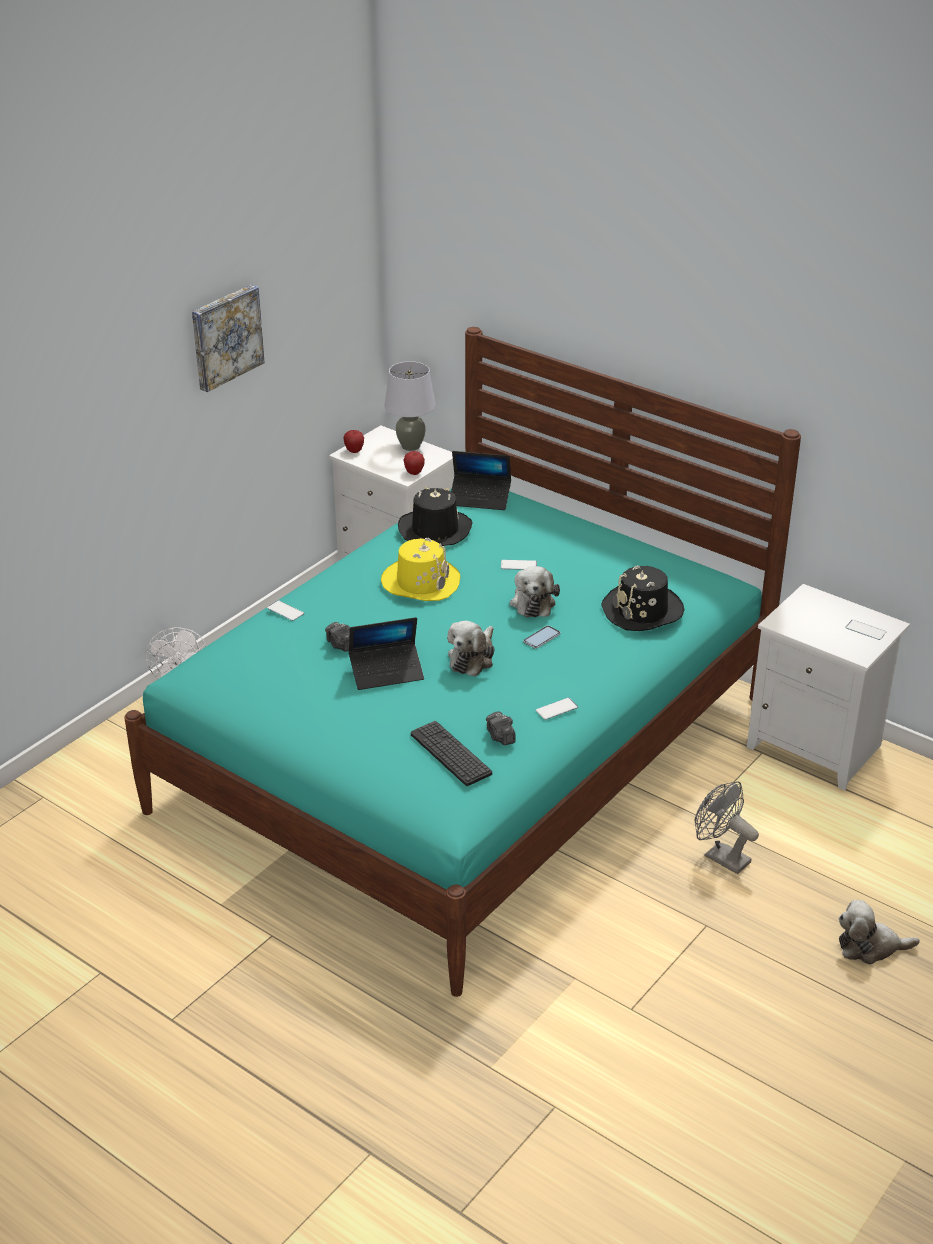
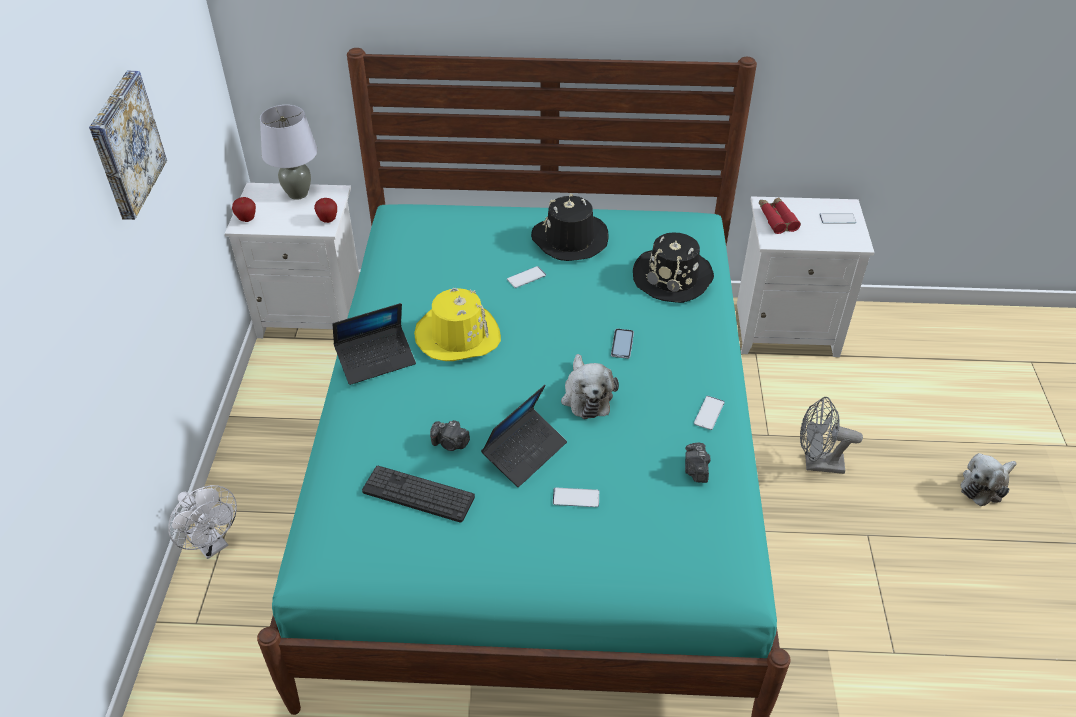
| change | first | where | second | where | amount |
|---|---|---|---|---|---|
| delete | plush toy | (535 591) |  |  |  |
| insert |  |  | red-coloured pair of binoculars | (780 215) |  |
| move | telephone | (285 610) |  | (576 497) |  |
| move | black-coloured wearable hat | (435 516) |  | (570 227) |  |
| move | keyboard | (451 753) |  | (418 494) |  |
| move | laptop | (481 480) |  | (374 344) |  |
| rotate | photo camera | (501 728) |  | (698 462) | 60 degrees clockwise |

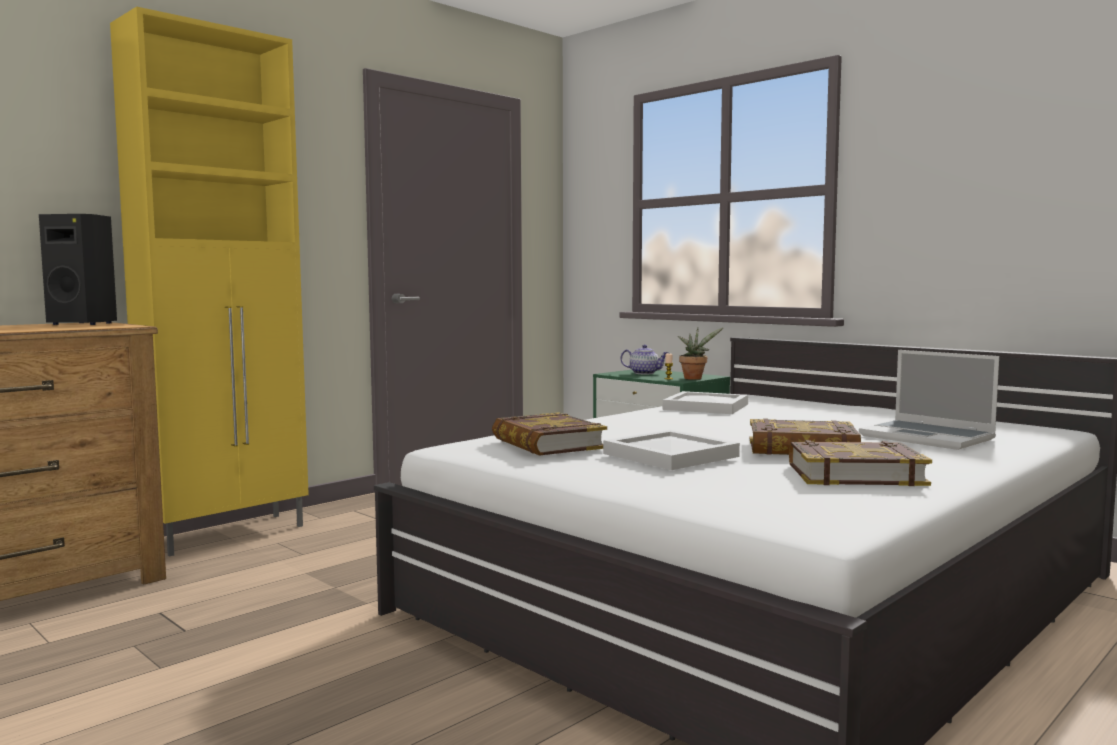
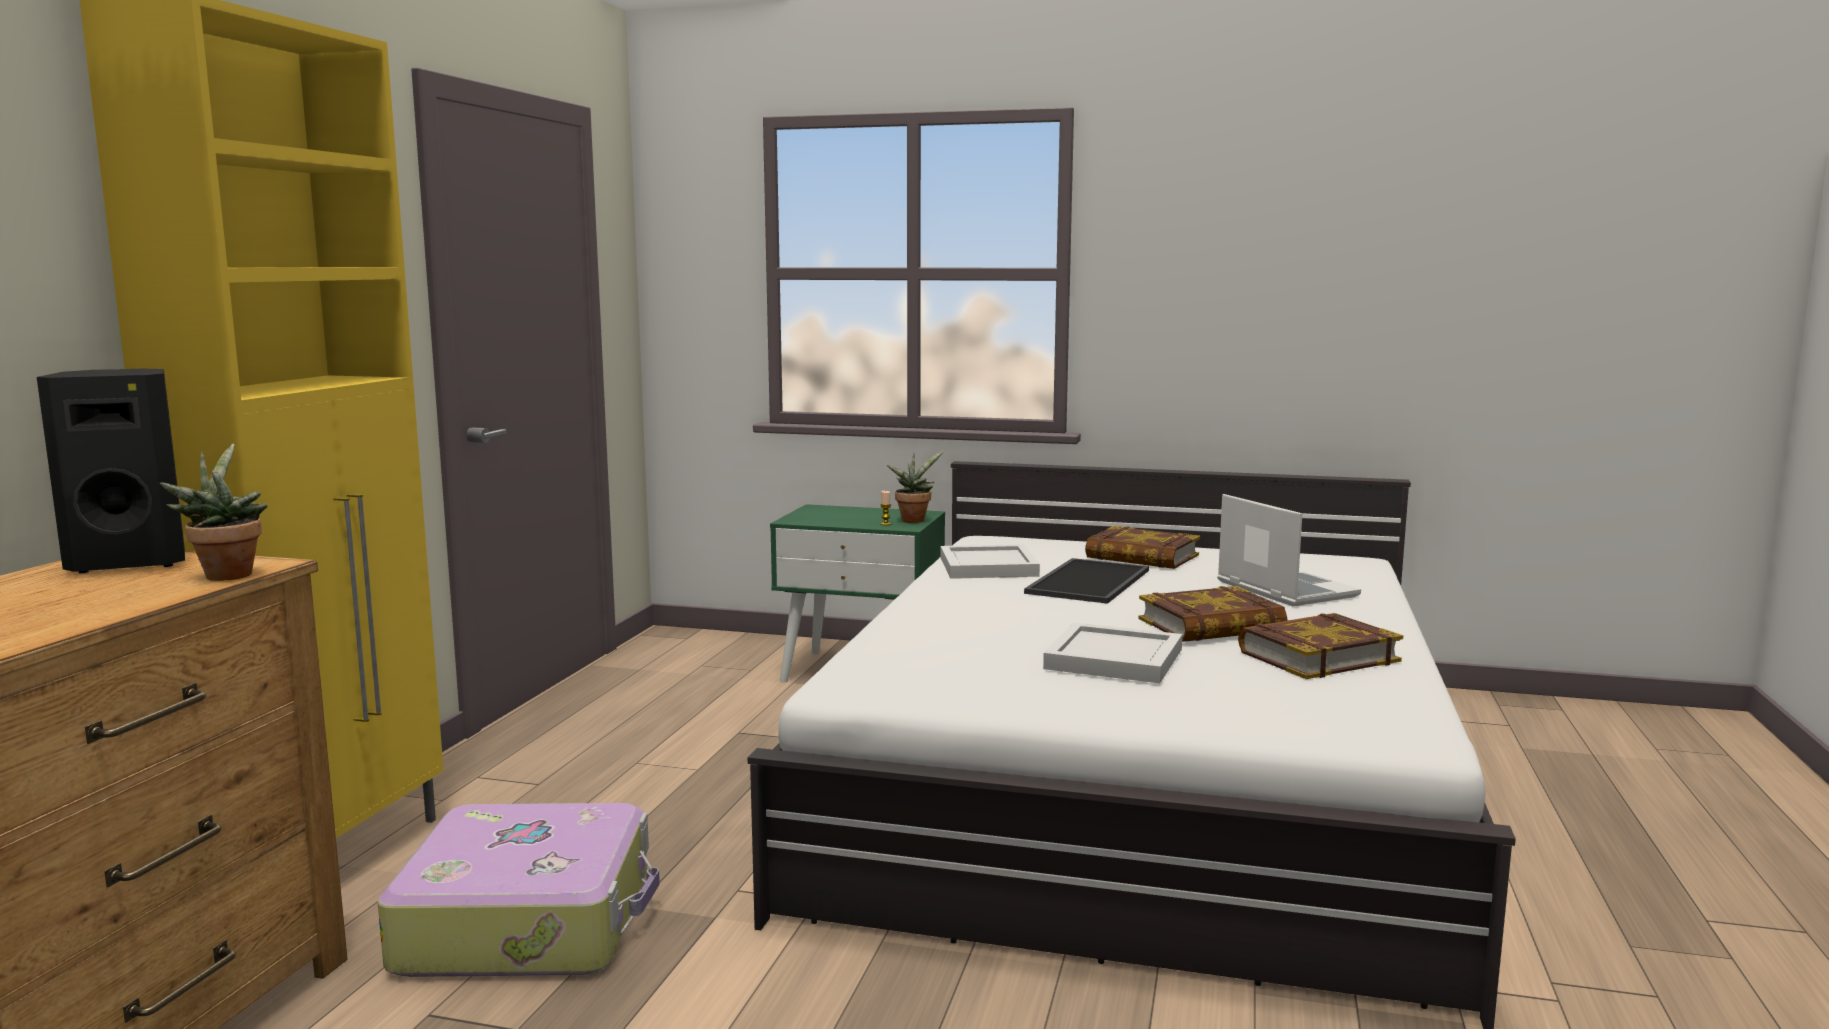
| change | first | where | second | where | amount |
|---|---|---|---|---|---|
| delete | pot for tea | (644 359) |  |  |  |
| insert |  |  | plant in a pot | (214 512) |  |
| insert |  |  | suitcase | (519 890) |  |
| insert |  |  | carrying tray | (1086 581) |  |
| move | book | (549 434) |  | (1142 547) |  |
| rotate | laptop | (929 400) |  | (1289 550) | 135 degrees counterclockwise |

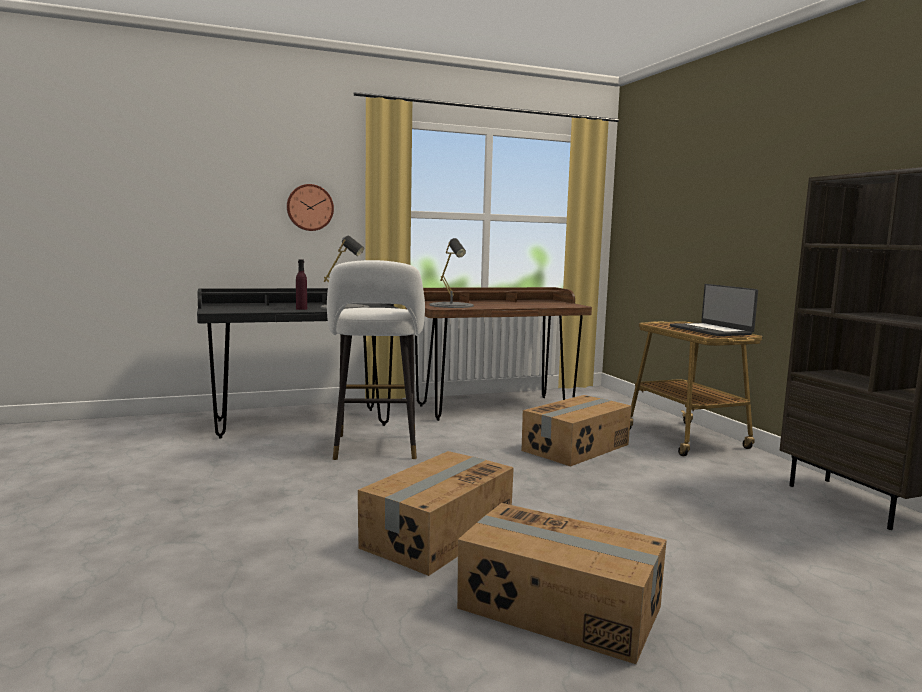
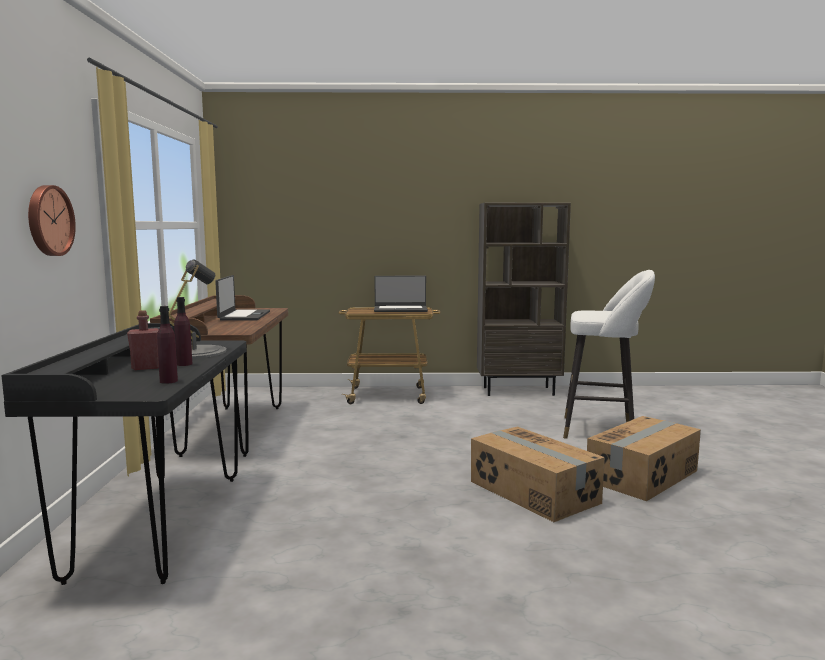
| change | first | where | second | where | amount |
|---|---|---|---|---|---|
| delete | greyish lamp for a table | (451 273) |  |  |  |
| delete | packing box | (576 431) |  |  |  |
| insert |  |  | red-coloured beverage bottle | (143 340) |  |
| insert |  |  | purplish beverage bottle | (167 345) |  |
| insert |  |  | laptop | (242 298) |  |
| move | white-coloured sitting stool | (376 360) |  | (609 354) |  |

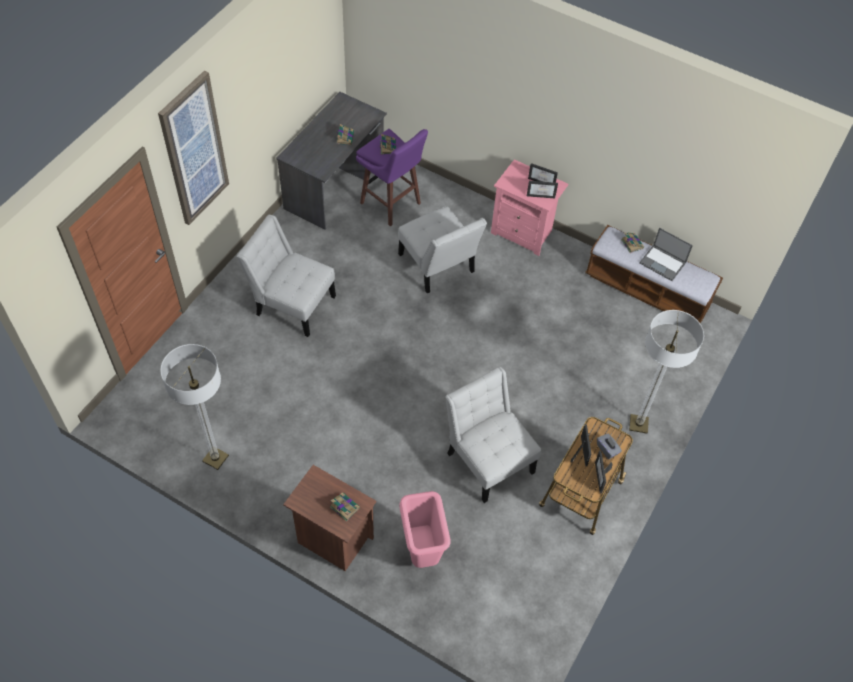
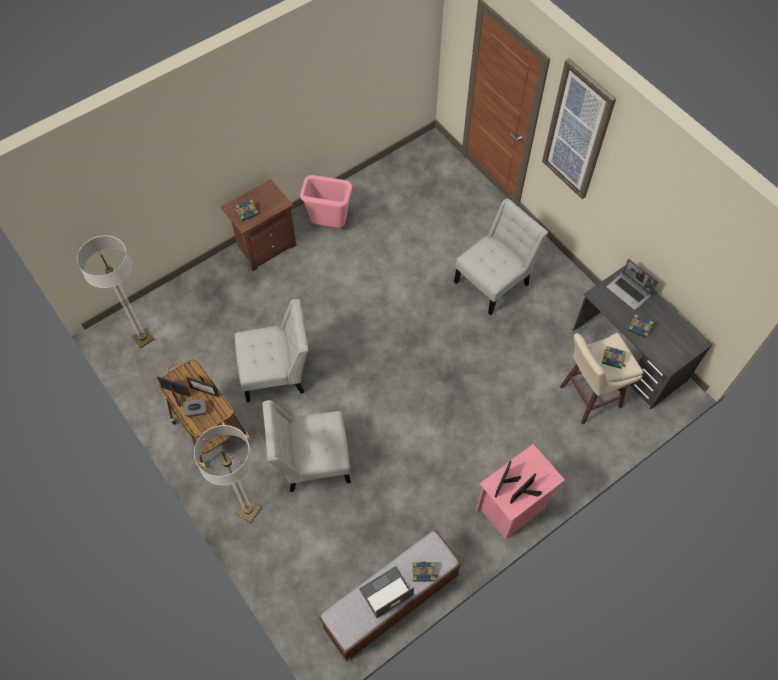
| change | first | where | second | where | amount |
|---|---|---|---|---|---|
| insert |  |  | laptop | (632 284) |  |
| move | standard lamp | (194 407) |  | (116 291) |  |
| move | white-coloured chair | (442 250) |  | (306 446) |  |
| move | pink-coloured trash can | (425 529) |  | (326 201) |  |
| recolor | purplish sitting stool | (392 178) | sand-coloured sitting stool | (601 378) |  |

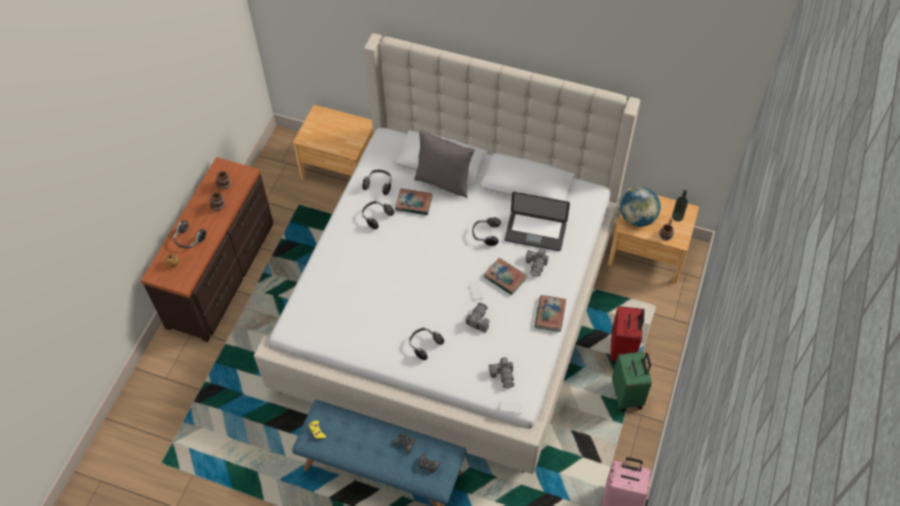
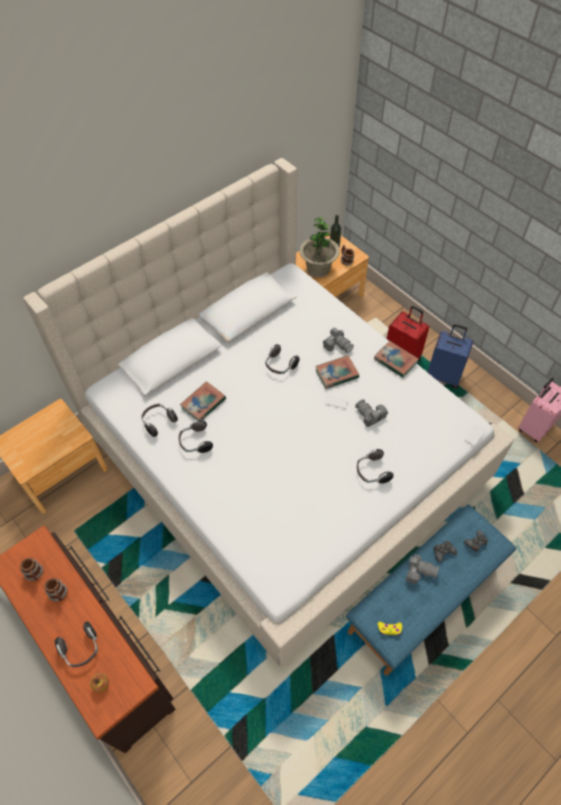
| change | first | where | second | where | amount |
|---|---|---|---|---|---|
| delete | greyish throw pillow | (444 164) |  |  |  |
| delete | laptop | (537 221) |  |  |  |
| move | photo camera | (501 372) |  | (422 569) |  |
| replace | world globe | (640 207) | plant in a pot | (320 247) |  |
| recolor | green suitcase | (632 381) | blue suitcase | (450 356) |  |

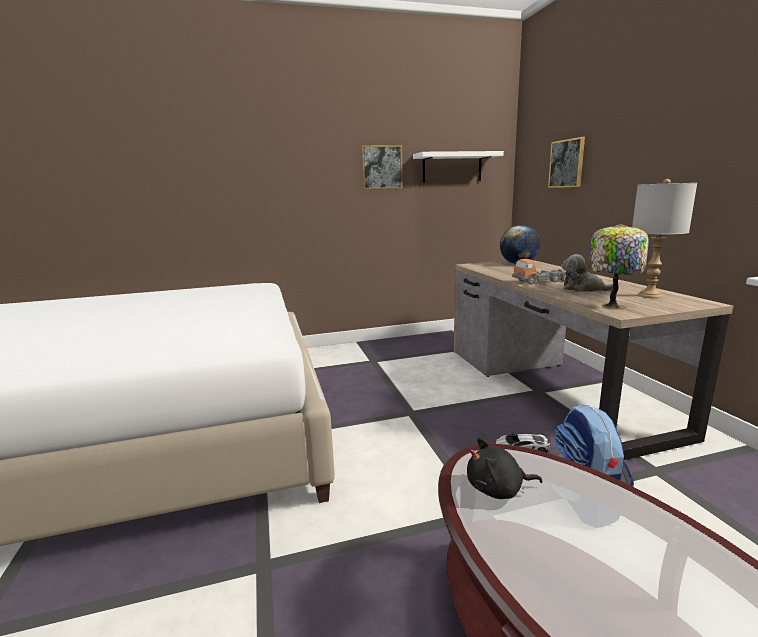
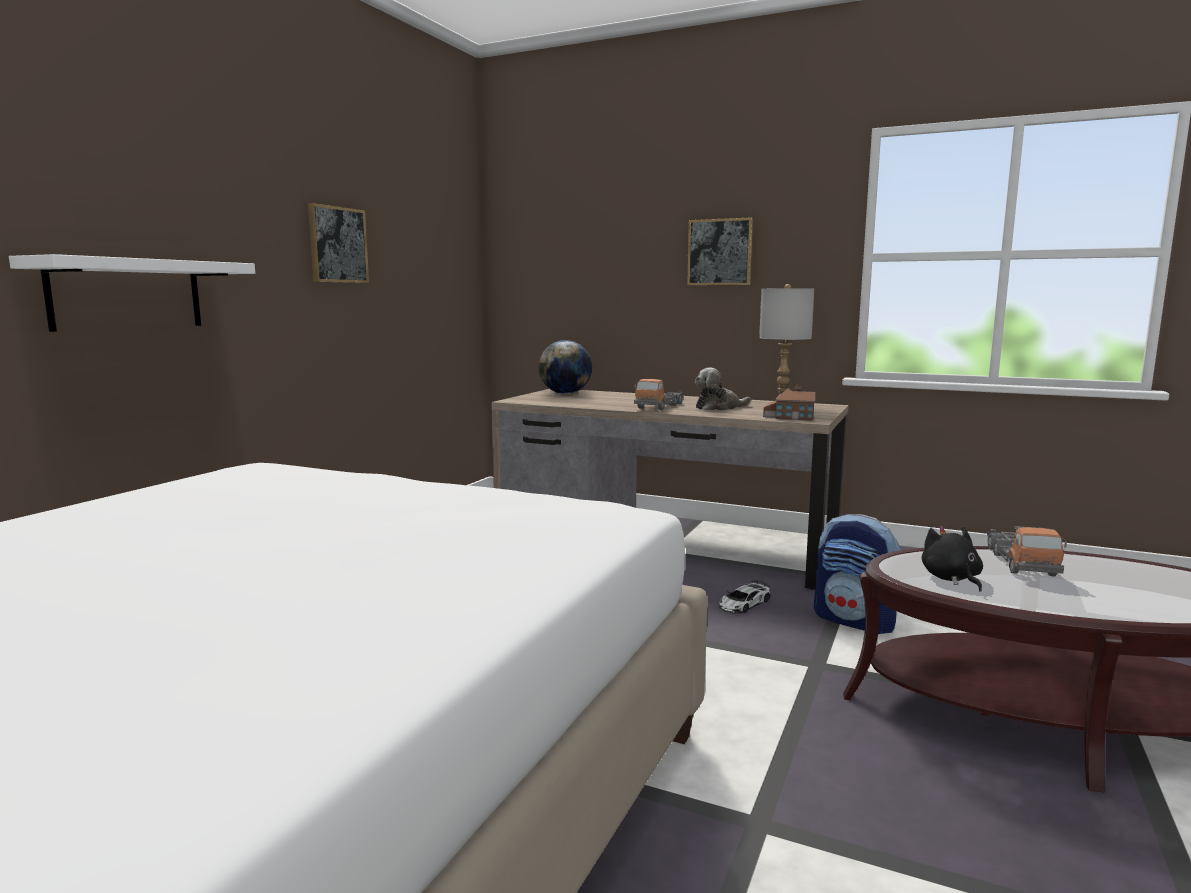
| change | first | where | second | where | amount |
|---|---|---|---|---|---|
| insert |  |  | toy truck | (1027 551) |  |
| move | white-coloured wall shelf | (458 167) |  | (132 293) |  |
| move | wall picture | (566 162) |  | (720 251) |  |
| replace | lamp for a table | (619 267) | miniature house | (789 403) |  |
| rotate | black-coloured plush toy | (505 468) |  | (952 559) | 135 degrees clockwise |

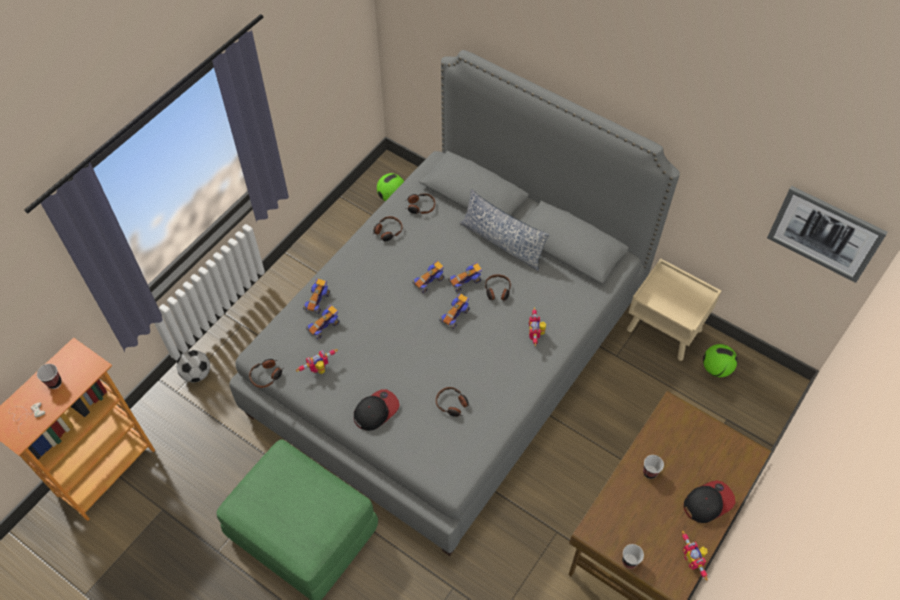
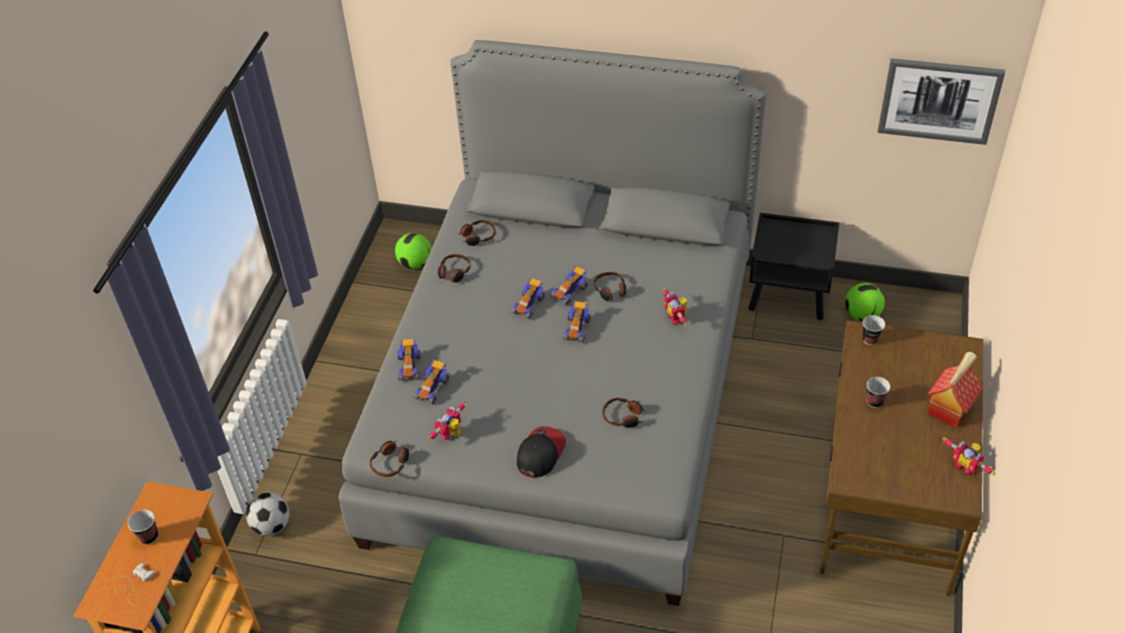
| change | first | where | second | where | amount |
|---|---|---|---|---|---|
| delete | throw pillow | (504 230) |  |  |  |
| move | cup | (633 556) |  | (874 330) |  |
| replace | cap | (709 501) | miniature house | (955 390) |  |
| recolor | sand-coloured night table | (674 309) | black-coloured night table | (794 266) |  |

